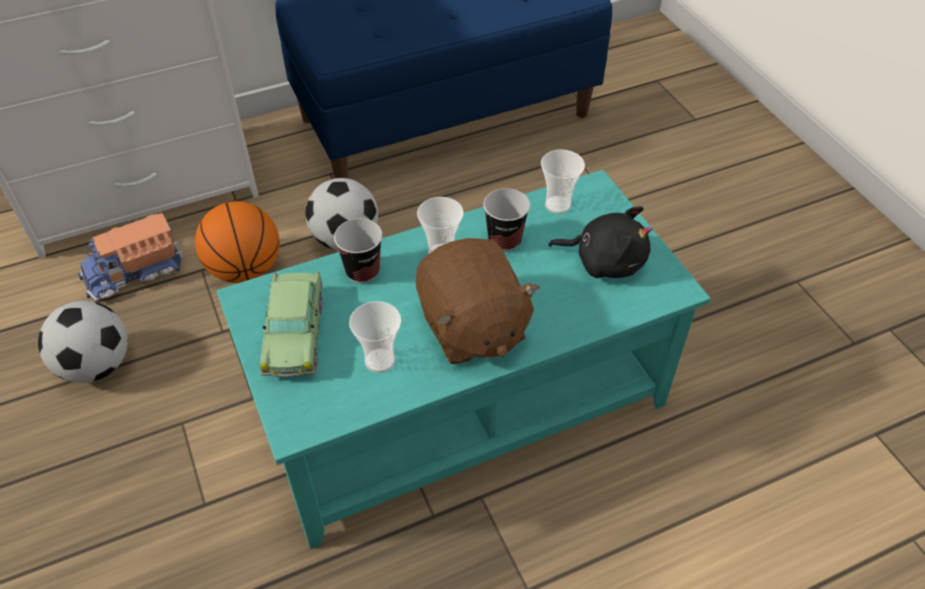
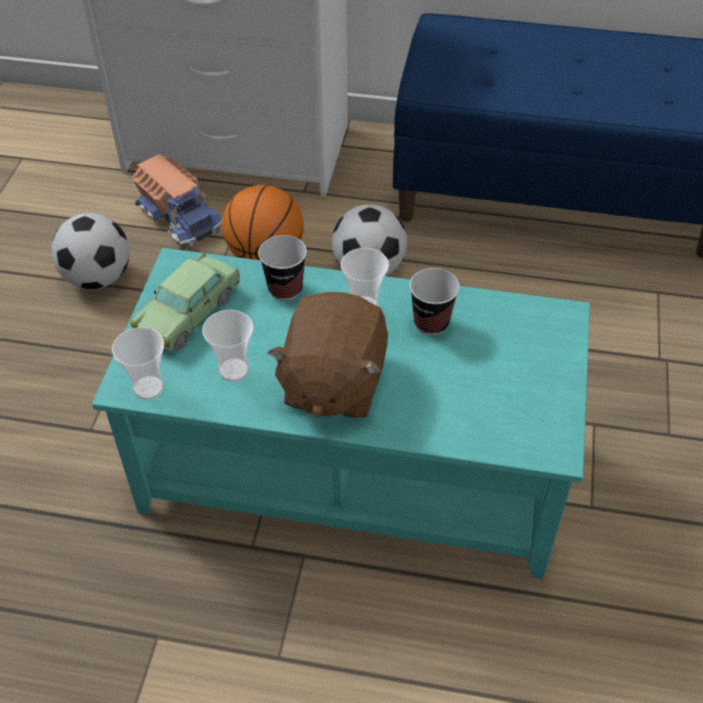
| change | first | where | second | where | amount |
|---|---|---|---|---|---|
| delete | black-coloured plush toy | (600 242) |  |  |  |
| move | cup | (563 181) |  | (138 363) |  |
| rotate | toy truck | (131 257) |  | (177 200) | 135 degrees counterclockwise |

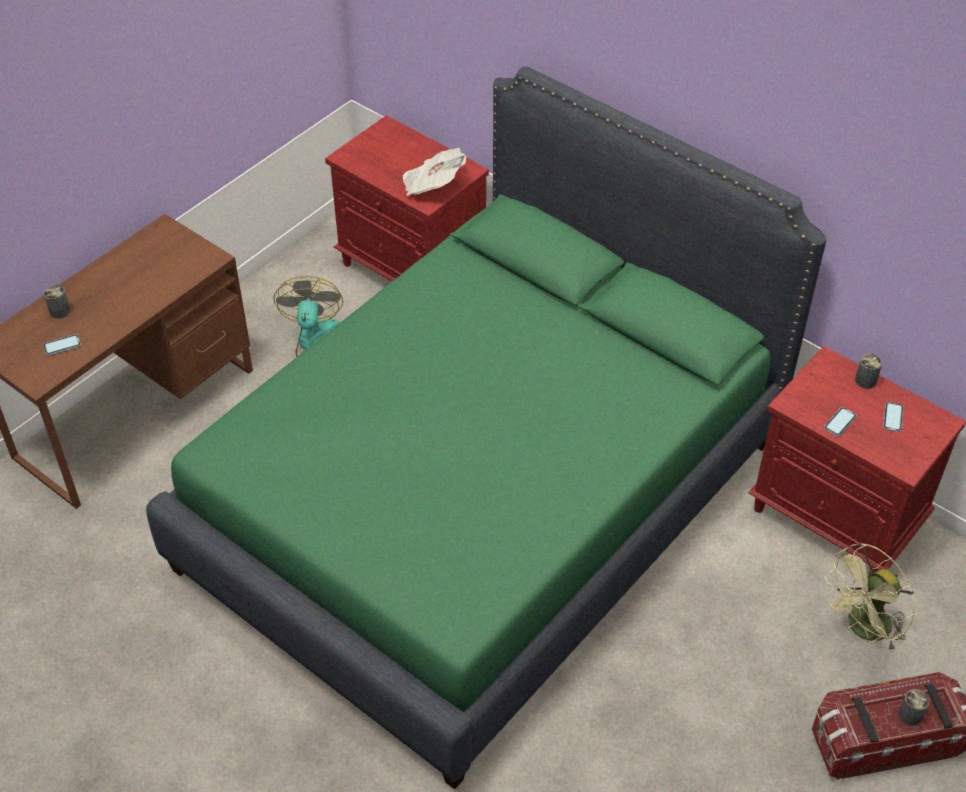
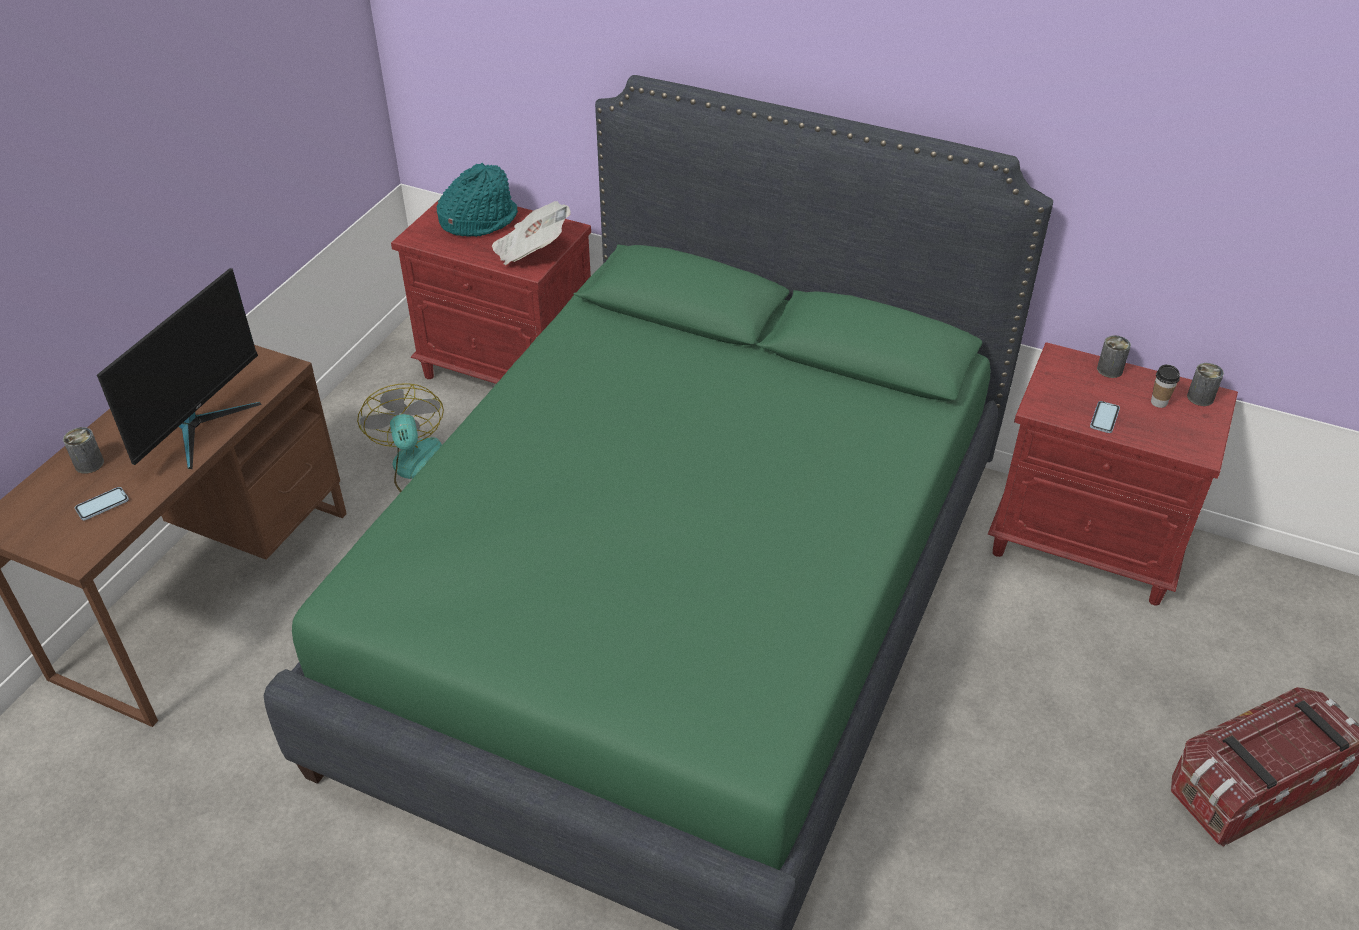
| change | first | where | second | where | amount |
|---|---|---|---|---|---|
| delete | green electric fan | (869 597) |  |  |  |
| insert |  |  | computer screen | (179 368) |  |
| insert |  |  | turquoise wearable hat | (477 199) |  |
| move | can | (913 707) |  | (1205 384) |  |
| replace | telephone | (893 417) | cup | (1165 386) |  |

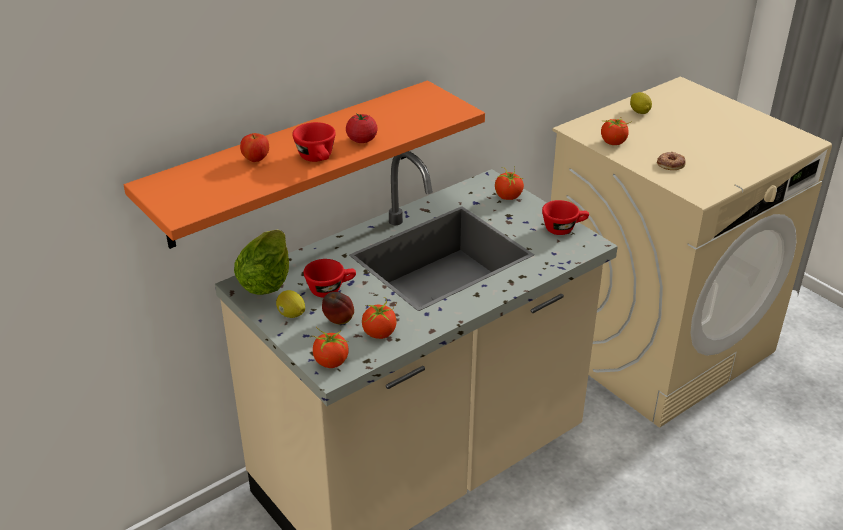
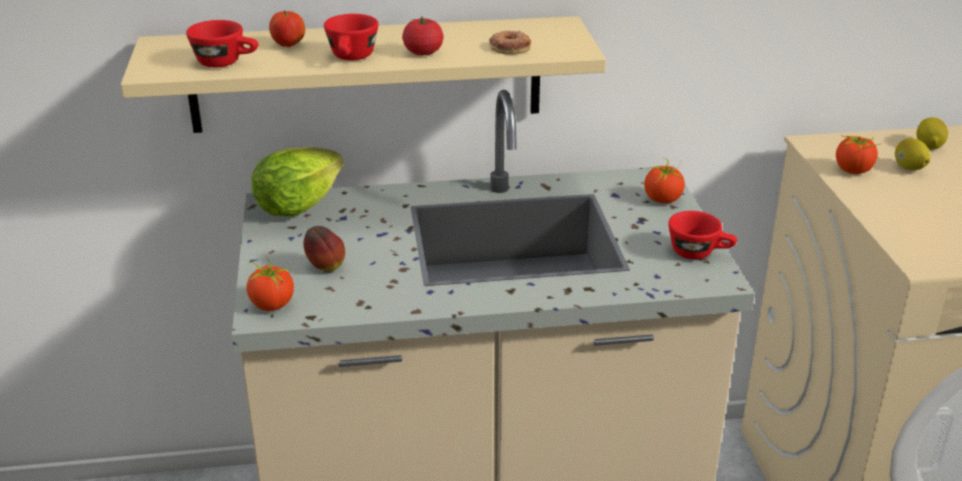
| change | first | where | second | where | amount |
|---|---|---|---|---|---|
| delete | tomato | (379 318) |  |  |  |
| move | lemon | (290 304) |  | (912 154) |  |
| move | red-coloured cup | (330 278) |  | (222 43) |  |
| move | doughnut | (671 161) |  | (510 42) |  |
| recolor | orangey wall shelf | (304 165) | sand-coloured wall shelf | (363 74) |  |

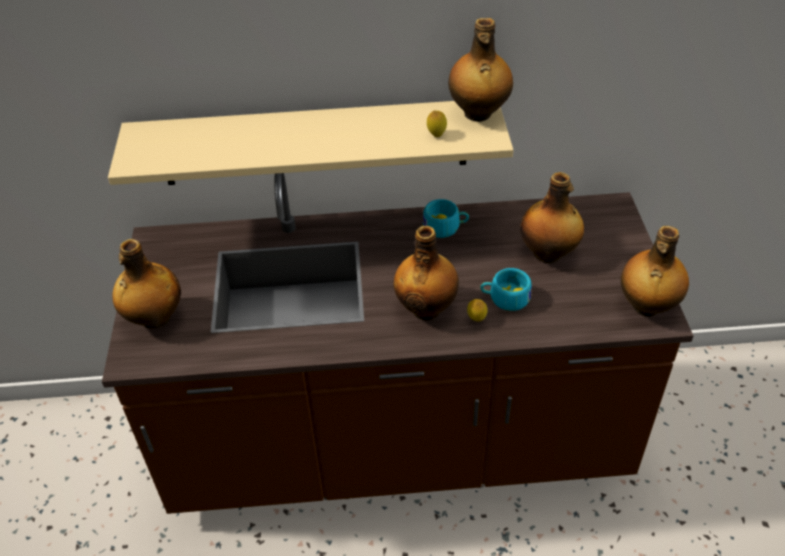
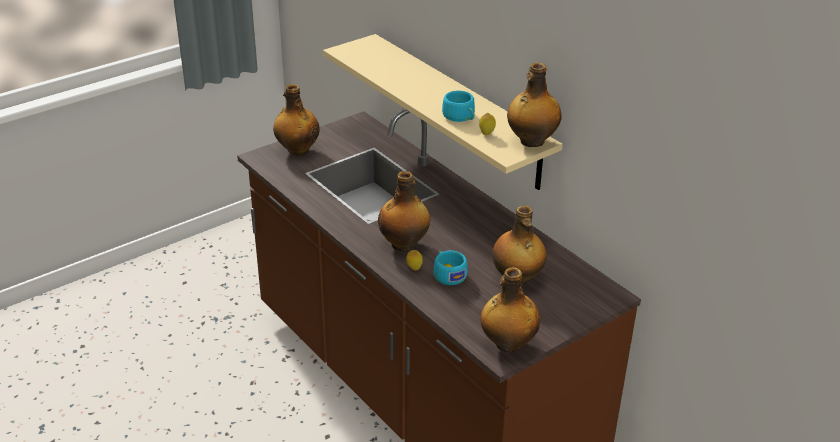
| change | first | where | second | where | amount |
|---|---|---|---|---|---|
| move | turquoise cup | (445 218) |  | (458 106) |  |

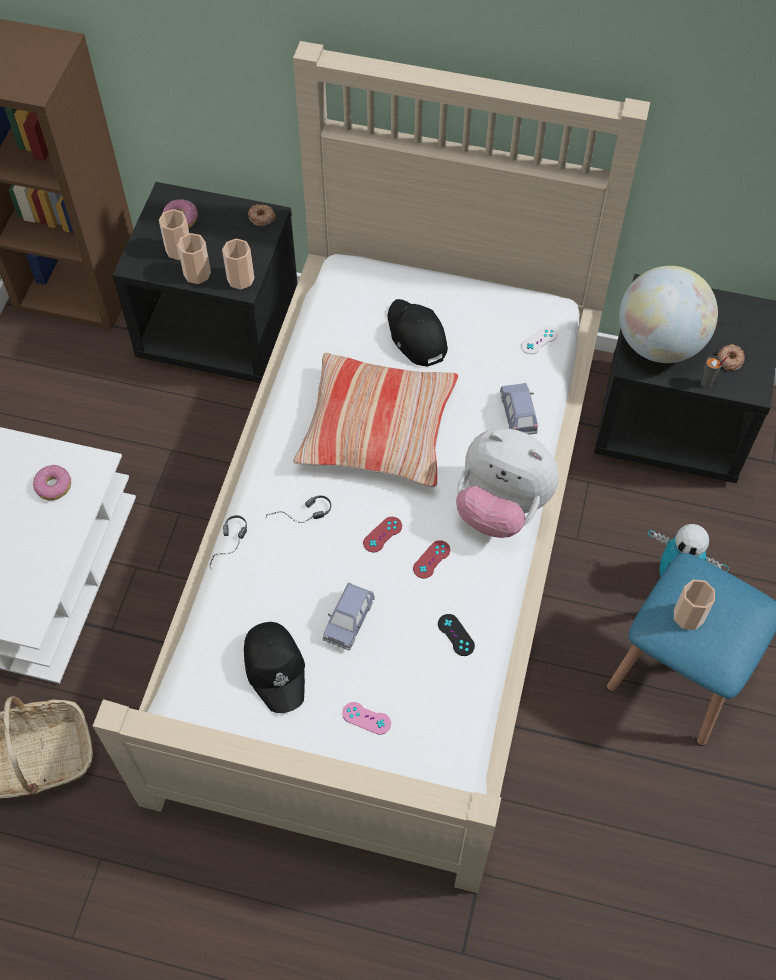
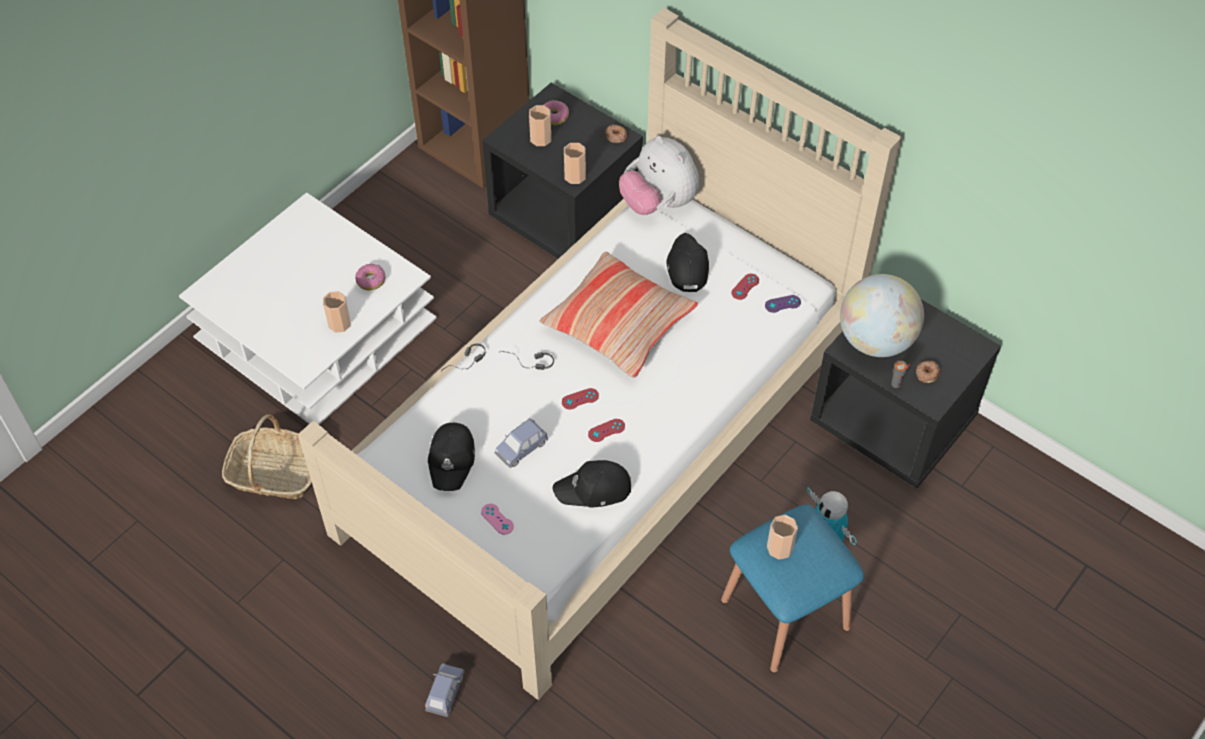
| change | first | where | second | where | amount |
|---|---|---|---|---|---|
| insert |  |  | red-coloured joypad | (745 287) |  |
| move | cup | (194 258) |  | (337 312) |  |
| move | plush toy | (507 483) |  | (659 175) |  |
| move | blue toy car | (519 409) |  | (444 690) |  |
| replace | black-coloured joypad | (456 635) | black-coloured cap | (591 484) |  |
| recolor | white-coloured joypad | (539 340) | purplish joypad | (783 304) |  |

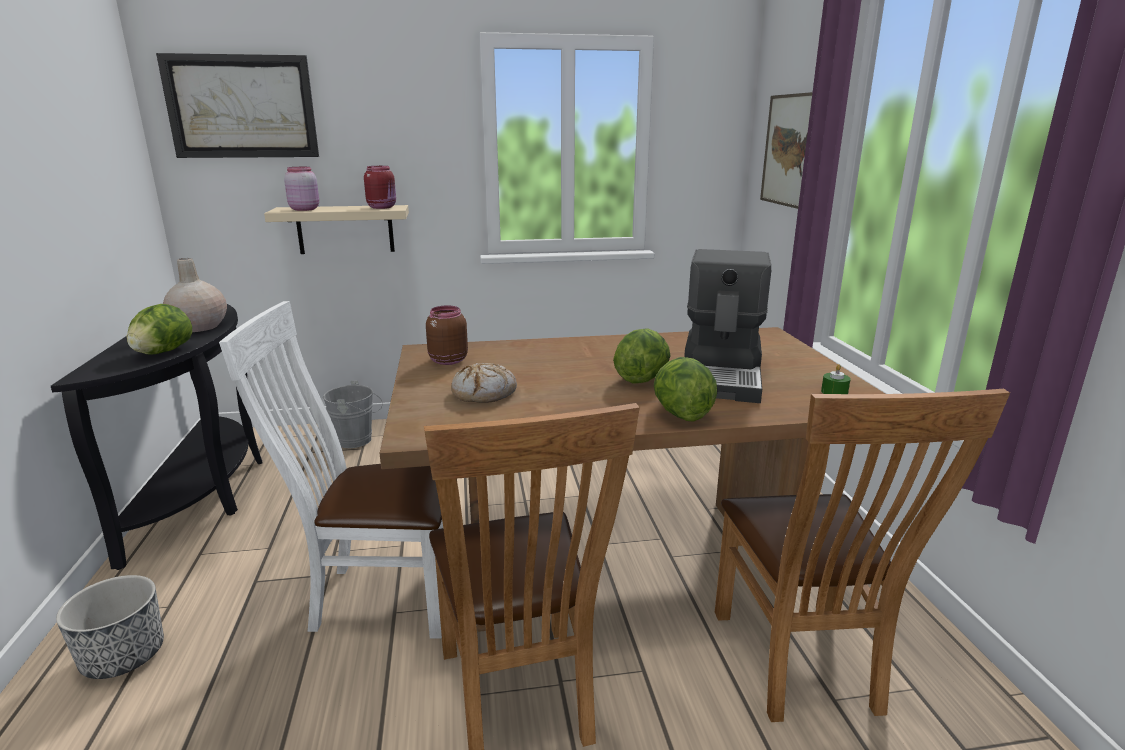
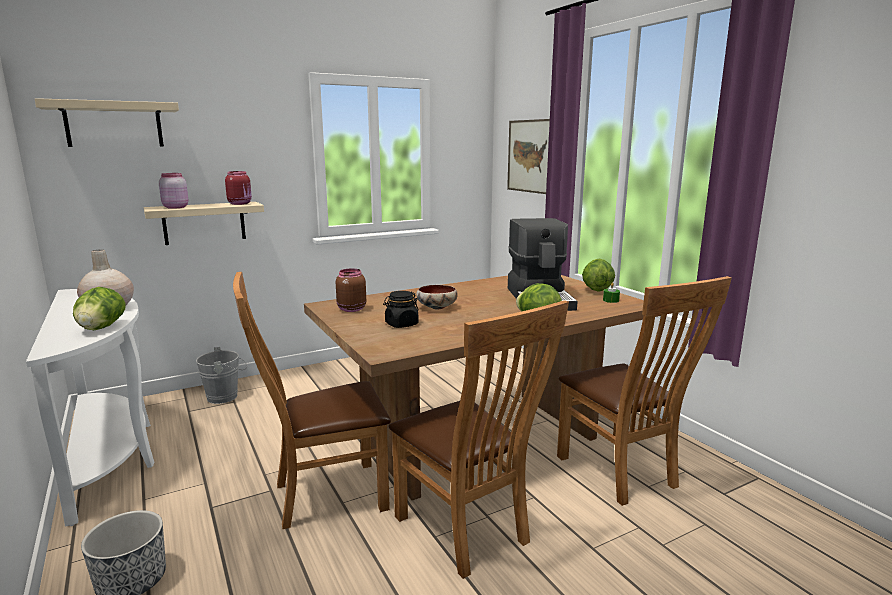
| change | first | where | second | where | amount |
|---|---|---|---|---|---|
| insert |  |  | bowl | (437 297) |  |
| move | lettuce | (642 356) |  | (598 275) |  |
| replace | wall picture | (237 105) | sand-coloured wall shelf | (107 122) |  |
| replace | baked bread | (484 383) | black-coloured preserve jar | (401 309) |  |
| recolor | black-coloured hall table | (156 437) | white-coloured hall table | (90 408) |  |
| recolor | white-coloured chair | (331 469) | brown chair | (312 400) |  |

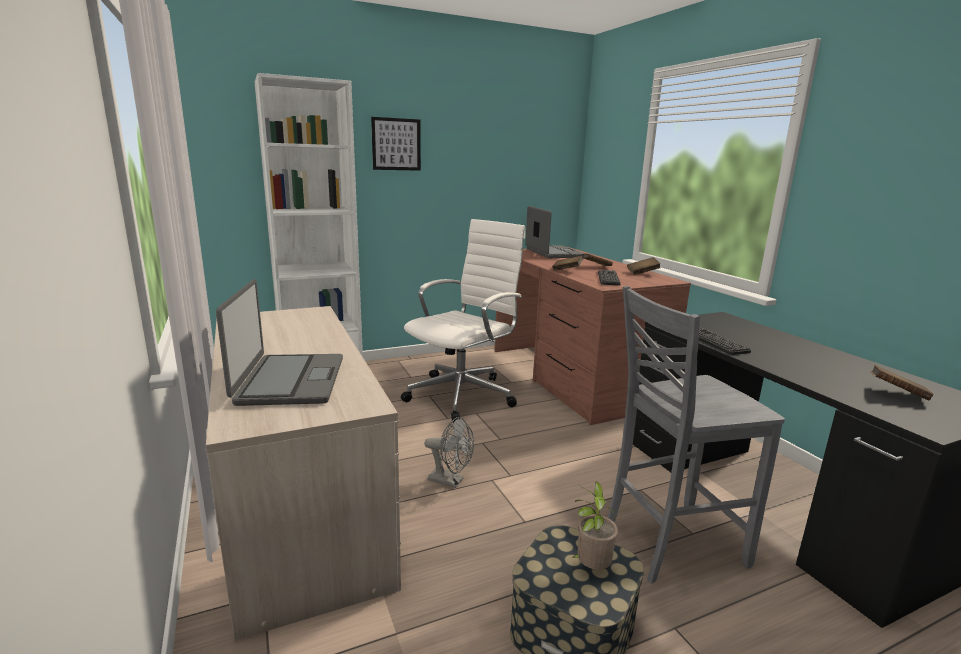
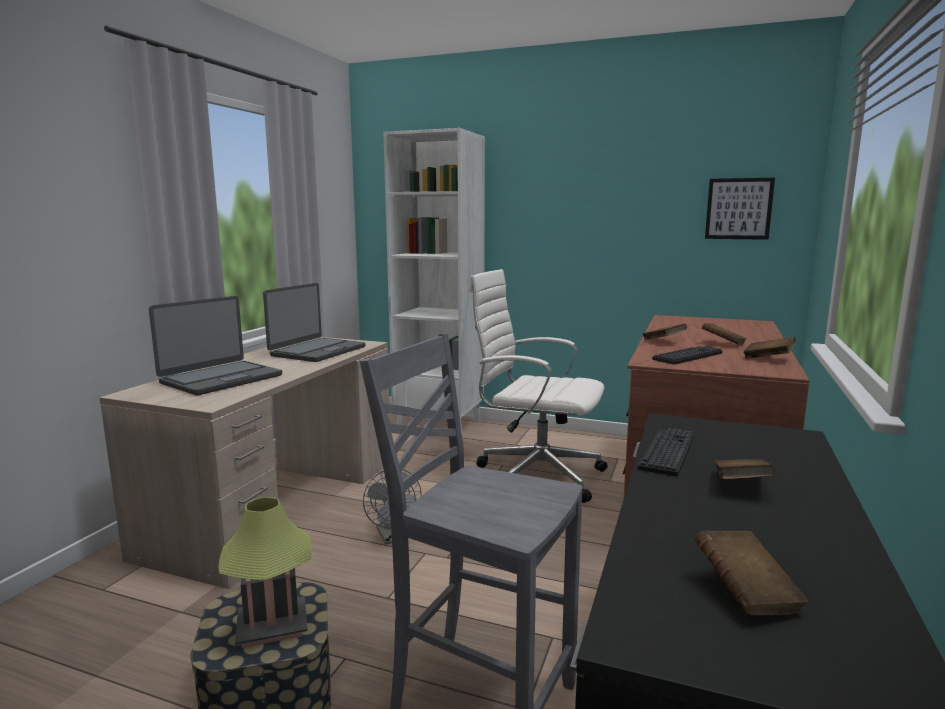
| change | first | where | second | where | amount |
|---|---|---|---|---|---|
| insert |  |  | brown book | (745 469) |  |
| move | wall picture | (396 144) |  | (740 209) |  |
| move | laptop | (555 232) |  | (314 322) |  |
| replace | plant in a pot | (595 526) | lamp for a table | (265 572) |  |
| rotate | white-coloured office chair | (463 321) |  | (538 386) | 150 degrees counterclockwise |

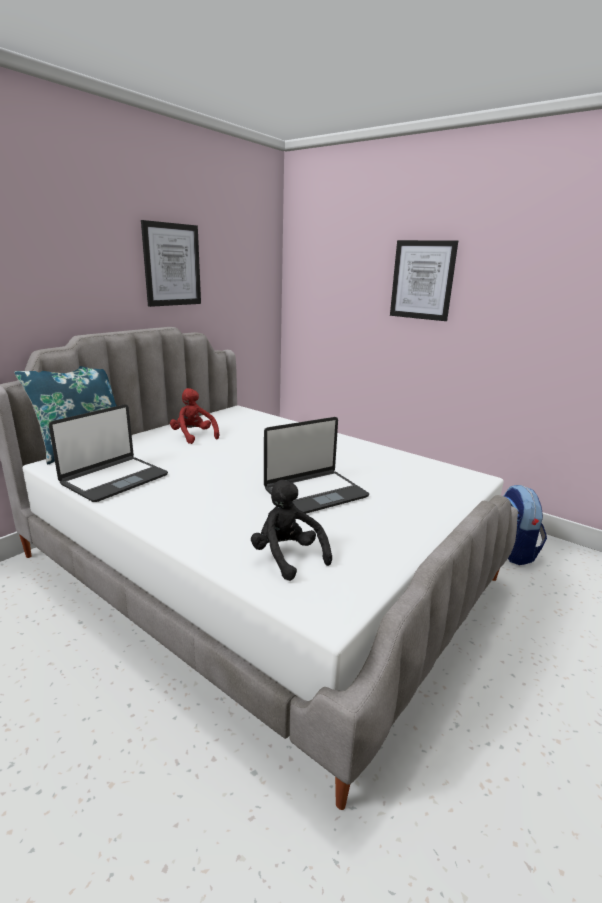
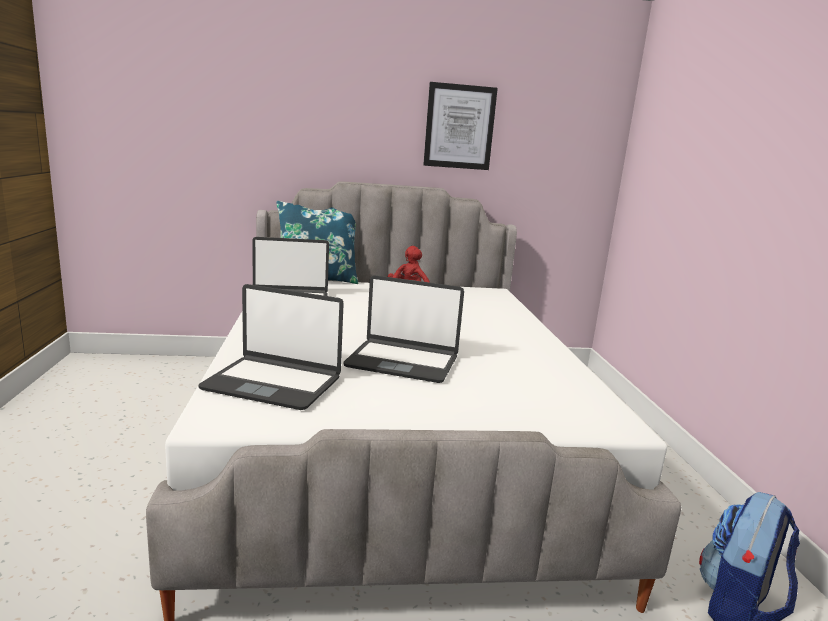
| change | first | where | second | where | amount |
|---|---|---|---|---|---|
| delete | wall picture | (424 280) |  |  |  |
| replace | black-coloured plush toy | (291 530) | laptop | (271 347) |  |

